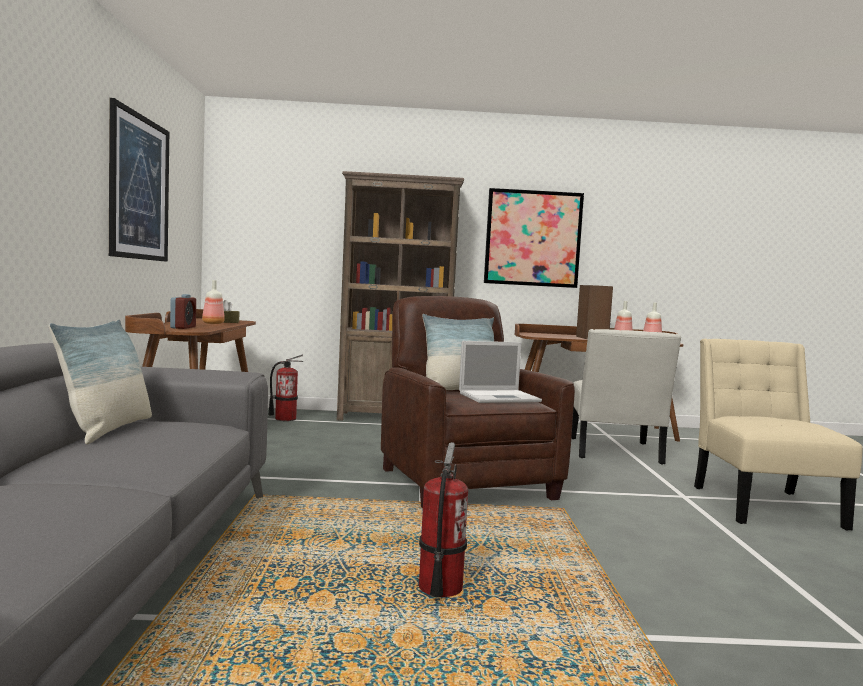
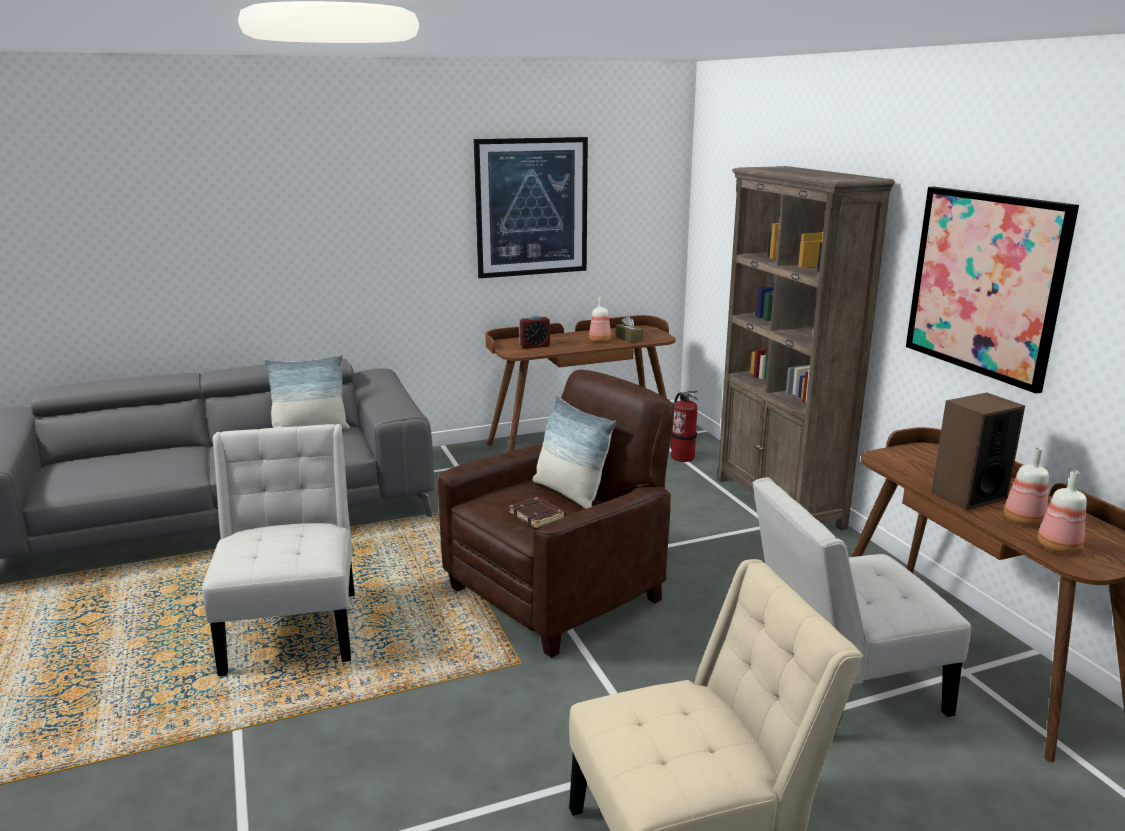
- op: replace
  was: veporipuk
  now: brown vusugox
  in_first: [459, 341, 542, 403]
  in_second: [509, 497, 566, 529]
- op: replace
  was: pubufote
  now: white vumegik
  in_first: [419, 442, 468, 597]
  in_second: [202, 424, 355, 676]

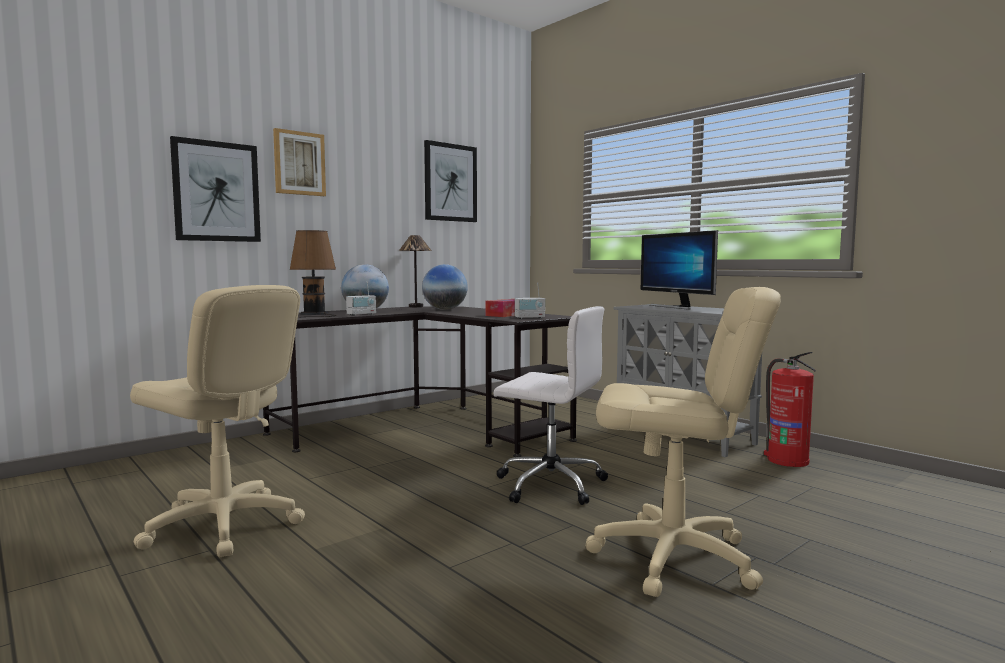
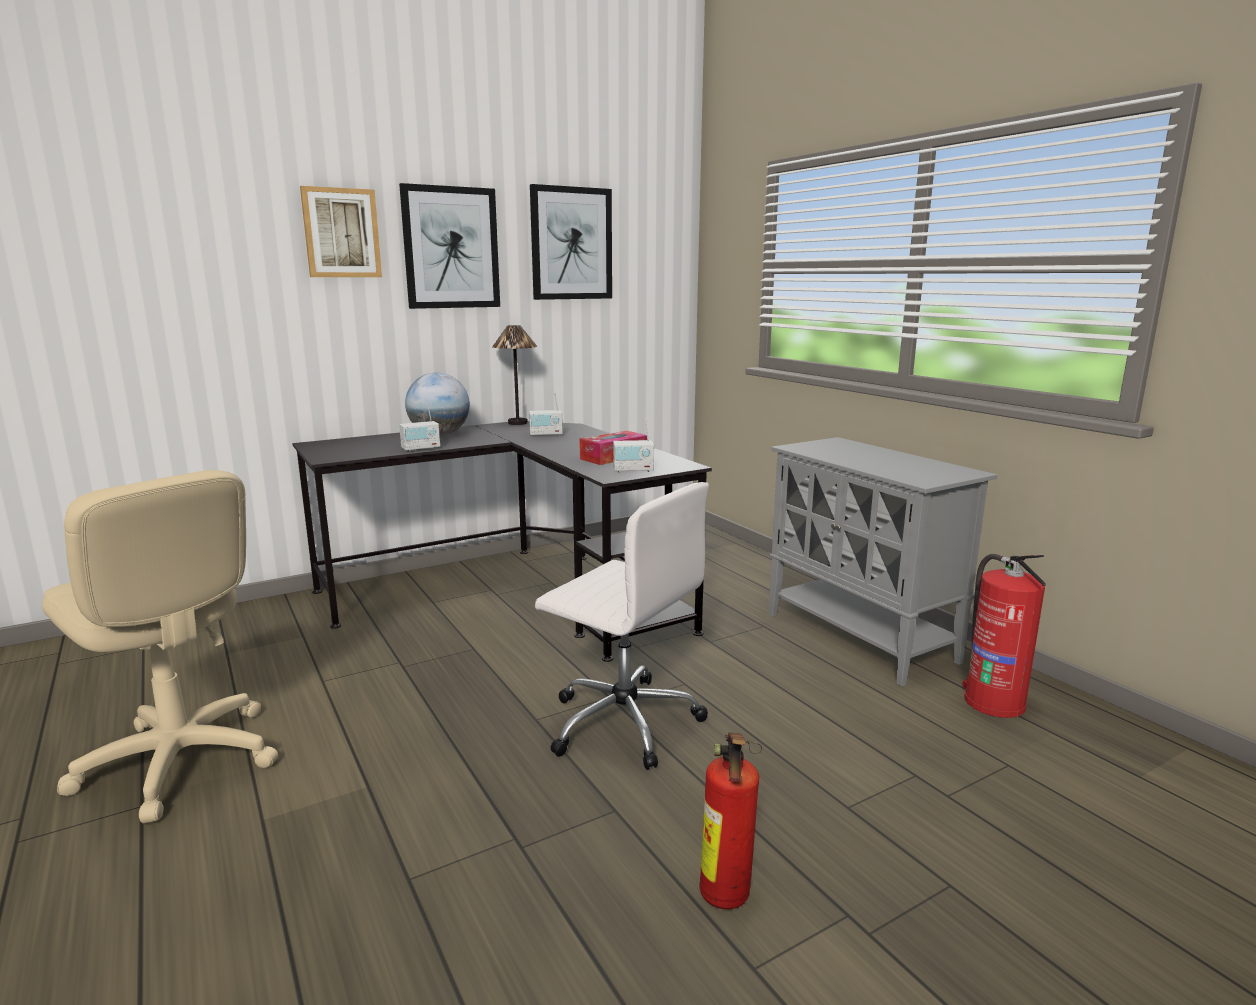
- op: move
  was: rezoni
  in_first: [170, 136, 261, 242]
  in_second: [399, 183, 500, 309]
- op: delete
  was: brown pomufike
  in_first: [289, 230, 336, 318]
- op: delete
  was: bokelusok
  in_first: [641, 230, 718, 309]
- op: replace
  was: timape
  now: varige
  in_first: [422, 264, 468, 310]
  in_second: [529, 393, 563, 436]
- op: replace
  was: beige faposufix
  now: pubufote
  in_first: [586, 287, 781, 597]
  in_second: [699, 732, 762, 910]

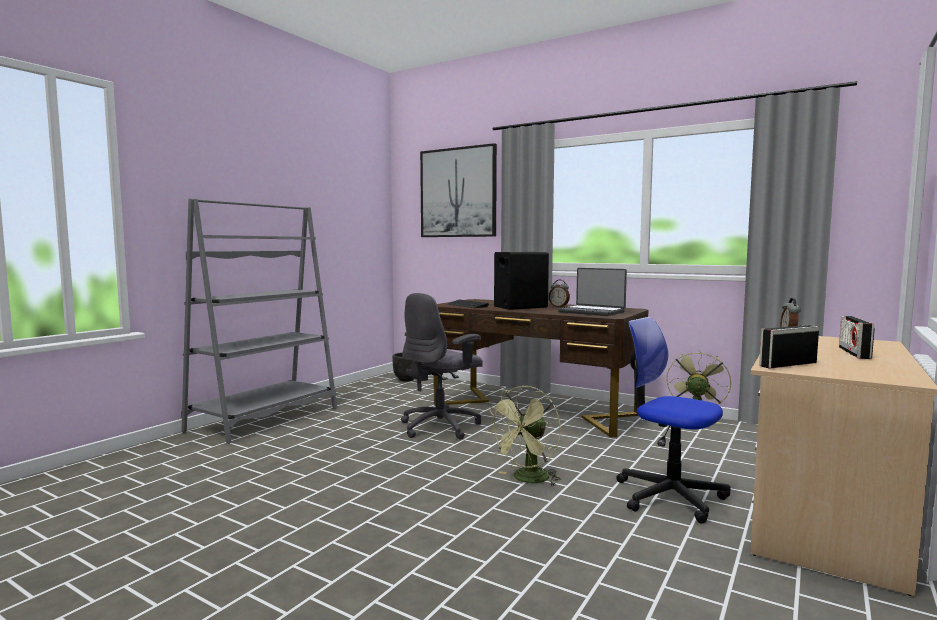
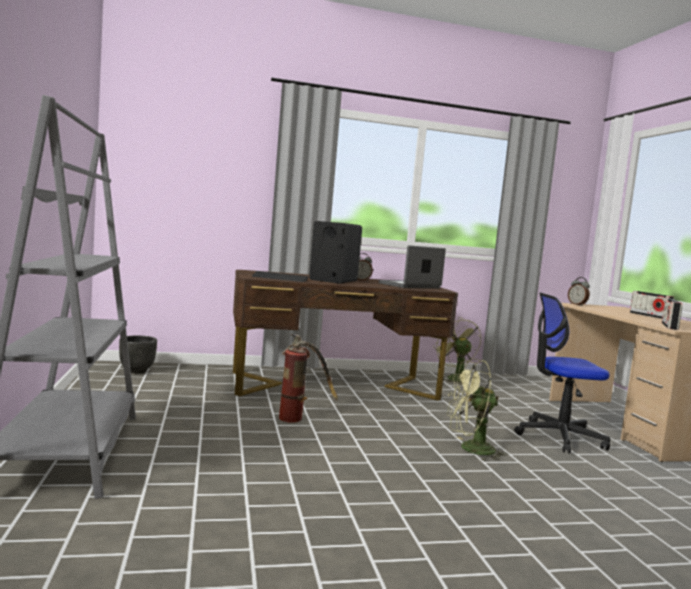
- op: delete
  was: rezoni
  in_first: [420, 143, 497, 237]
- op: rotate
  was: veporipuk
  in_first: [558, 268, 627, 316]
  in_second: [379, 245, 446, 289]
  clockwise: 150
- op: replace
  was: grey faposufix
  now: pubufote
  in_first: [401, 293, 483, 440]
  in_second: [279, 334, 338, 423]
- op: rotate
  was: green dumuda
  in_first: [486, 386, 561, 486]
  in_second: [447, 359, 508, 461]
  clockwise: 90

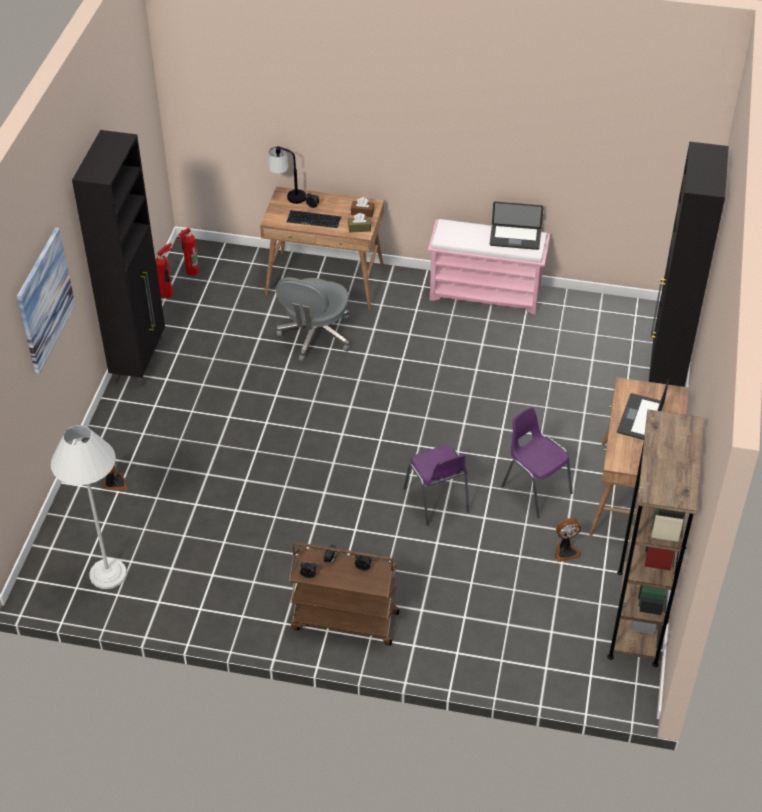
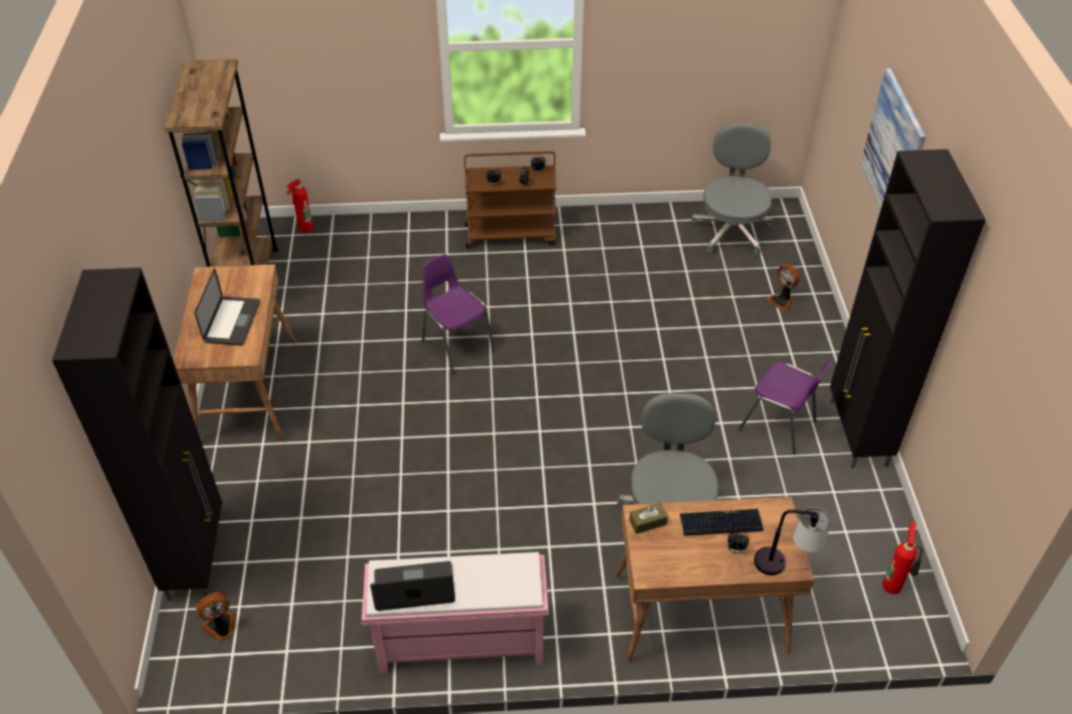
- op: delete
  was: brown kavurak
  in_first: [351, 197, 374, 217]
- op: move
  was: pubufote
  in_first: [156, 243, 173, 298]
  in_second: [286, 179, 313, 233]
- op: move
  was: purple vumegik
  in_first: [501, 407, 573, 518]
  in_second: [738, 359, 833, 455]
- op: replace
  was: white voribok
  now: grey faposufix
  in_first: [51, 425, 127, 589]
  in_second: [691, 123, 772, 257]
- op: move
  was: dumuda
  in_first: [555, 518, 581, 562]
  in_second: [196, 592, 236, 641]

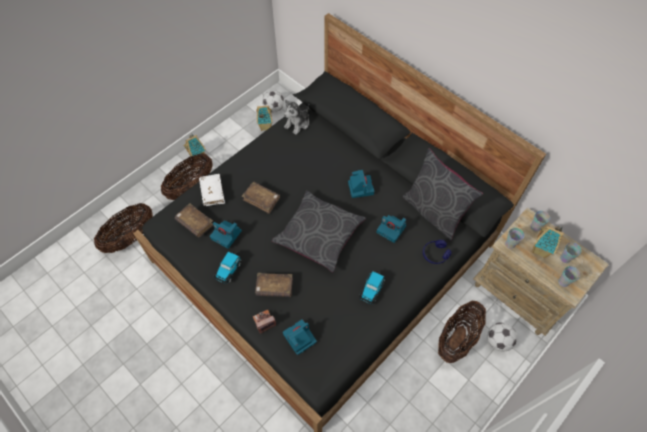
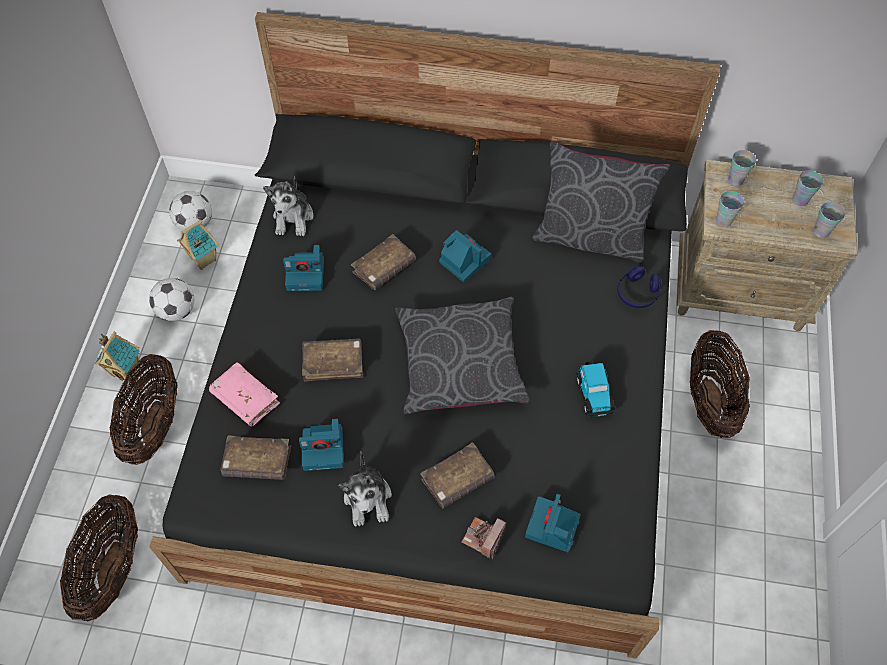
- op: recolor
  was: white vusugox
  now: pink vusugox
  in_first: [199, 174, 225, 206]
  in_second: [209, 362, 280, 426]
- op: move
  was: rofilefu
  in_first: [376, 215, 406, 243]
  in_second: [283, 245, 324, 291]
- op: delete
  was: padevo
  in_first: [532, 226, 564, 258]
- op: replace
  was: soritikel
  now: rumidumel
  in_first: [214, 251, 242, 284]
  in_second: [338, 451, 392, 527]
- op: move
  was: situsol
  in_first: [487, 322, 517, 352]
  in_second: [149, 278, 194, 321]
- op: insert
  now: brown vusugox
  in_second: [351, 234, 416, 290]

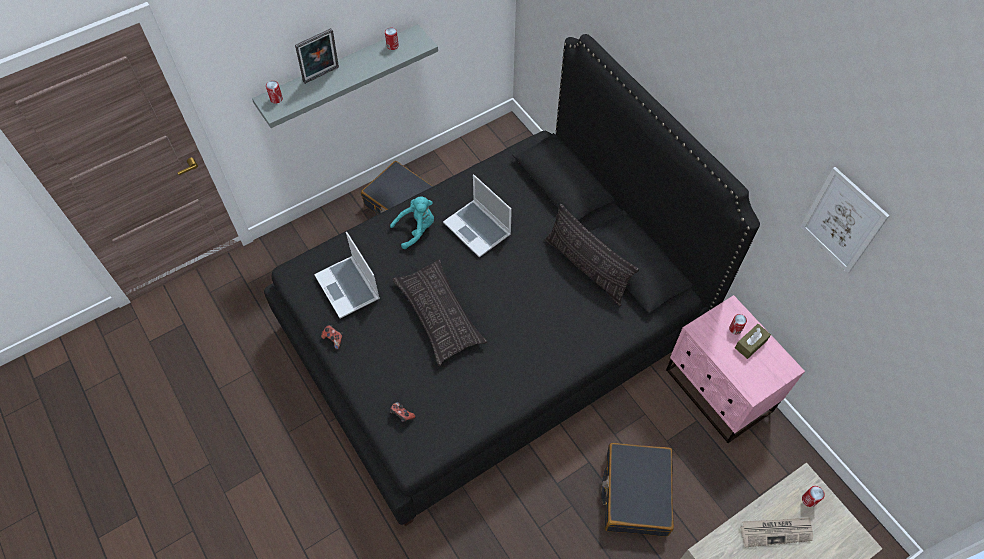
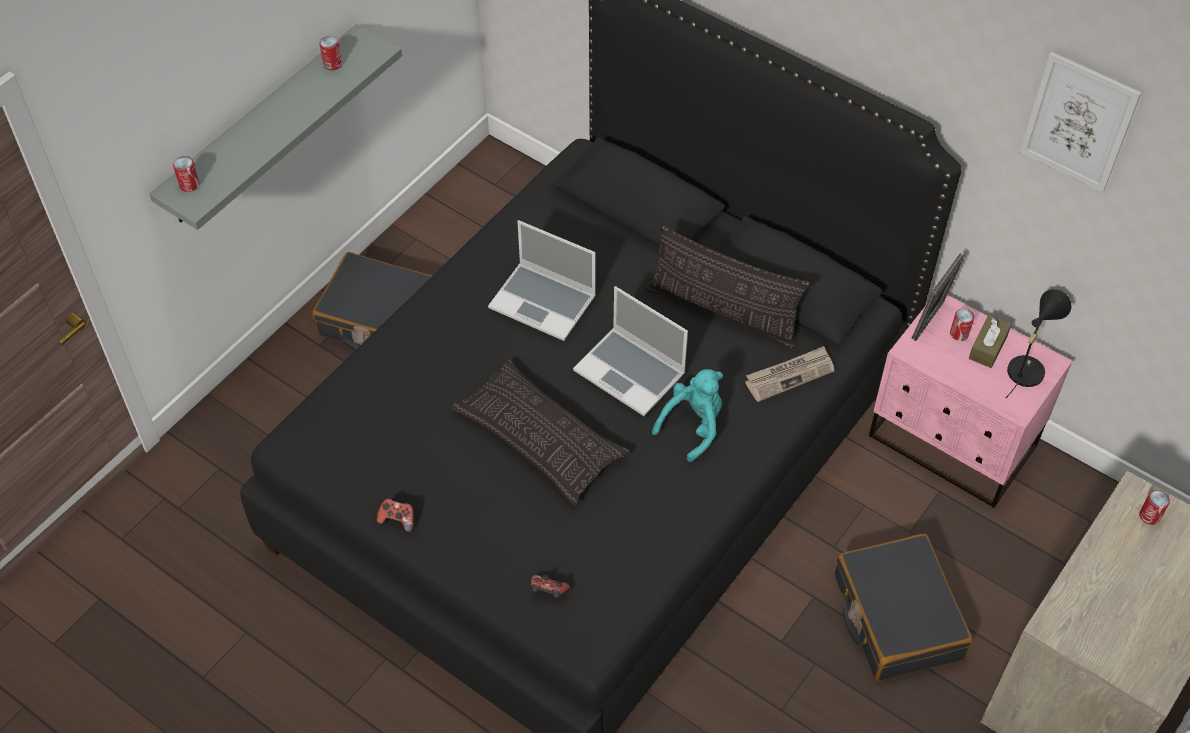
- op: move
  was: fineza
  in_first: [295, 28, 339, 84]
  in_second: [911, 253, 965, 341]
- op: move
  was: turquoise rumidumel
  in_first: [390, 196, 434, 249]
  in_second: [652, 369, 723, 462]
- op: move
  was: veporipuk
  in_first: [314, 232, 380, 319]
  in_second: [573, 286, 688, 416]
- op: move
  was: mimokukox
  in_first: [740, 518, 813, 547]
  in_second: [745, 346, 834, 402]
- op: insert
  now: black pomufike
  in_second: [1006, 289, 1071, 398]

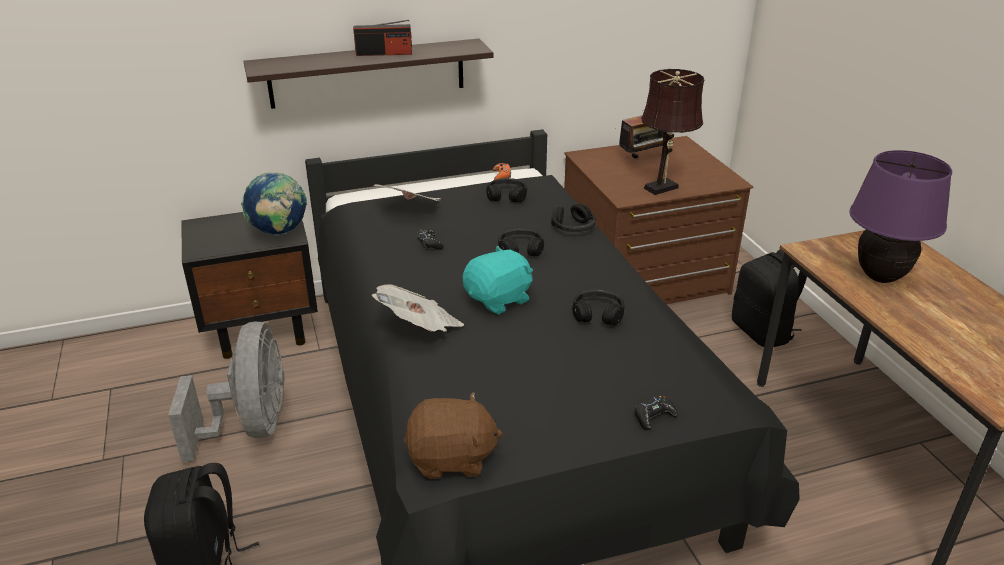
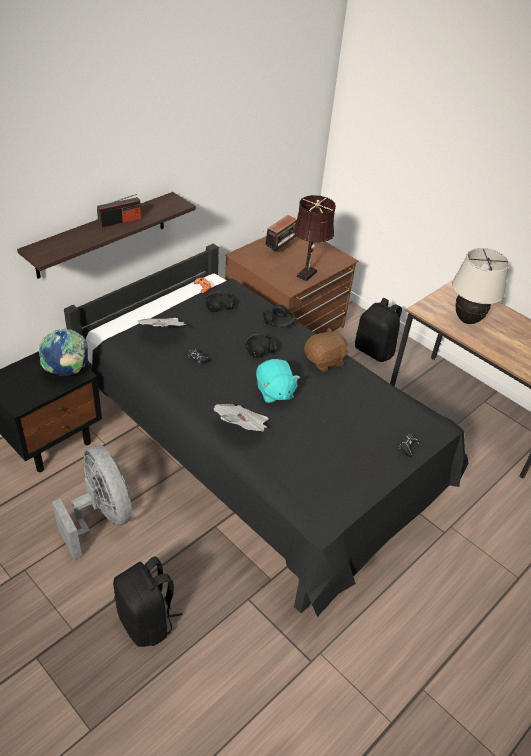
- op: recolor
  was: purple pomufike
  now: beige pomufike
  in_first: [850, 150, 952, 283]
  in_second: [452, 248, 509, 324]
- op: rotate
  was: turquoise rumidumel
  in_first: [462, 246, 533, 314]
  in_second: [256, 359, 300, 403]
  clockwise: 135
- op: delete
  was: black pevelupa
  in_first: [572, 289, 625, 325]
- op: move
  was: brown rumidumel
  in_first: [404, 392, 503, 479]
  in_second: [304, 327, 349, 372]

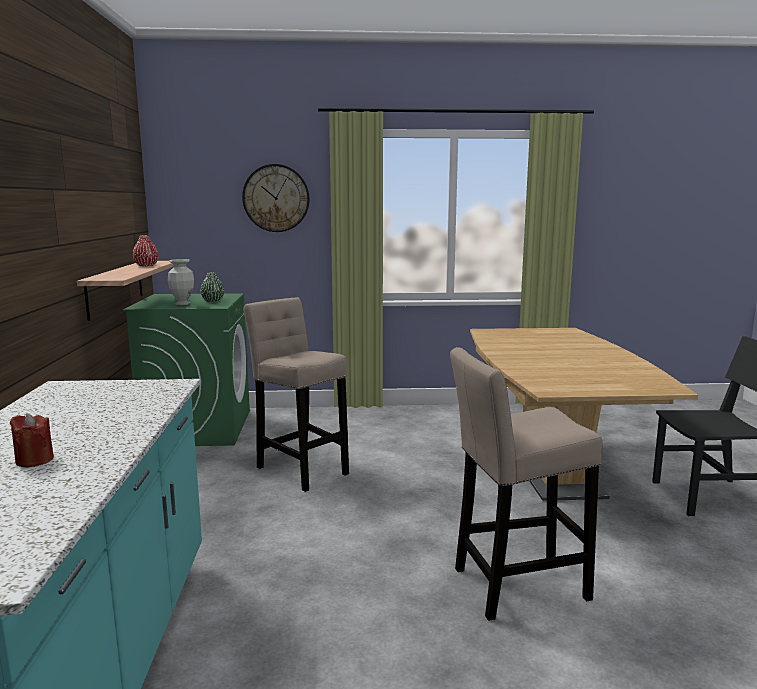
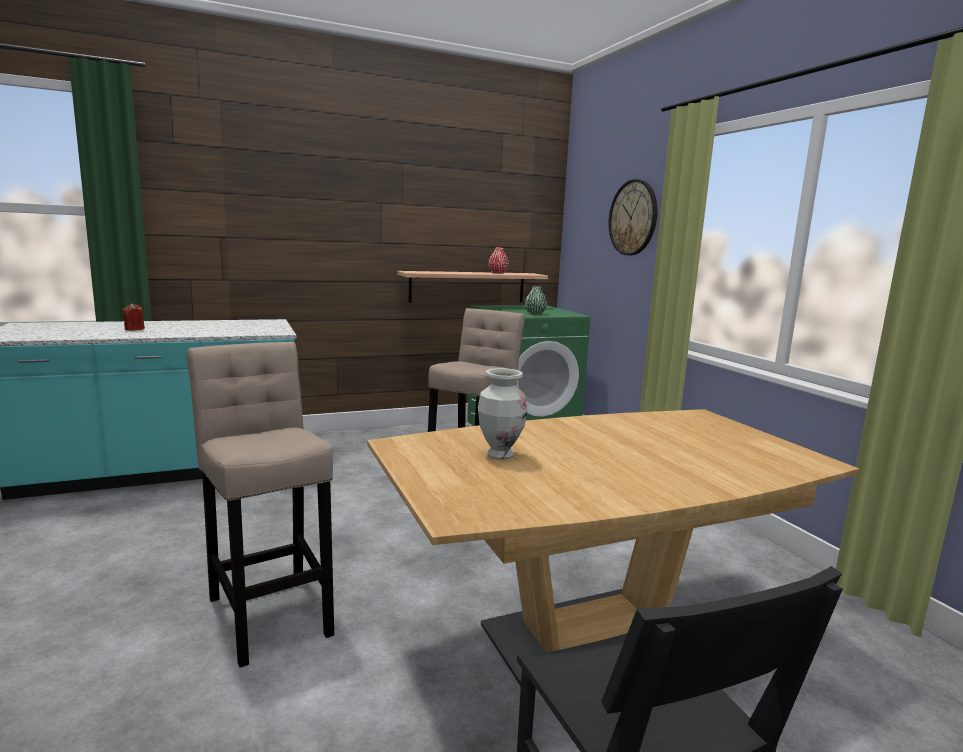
- op: move
  was: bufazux
  in_first: [168, 259, 194, 305]
  in_second: [478, 368, 527, 460]

